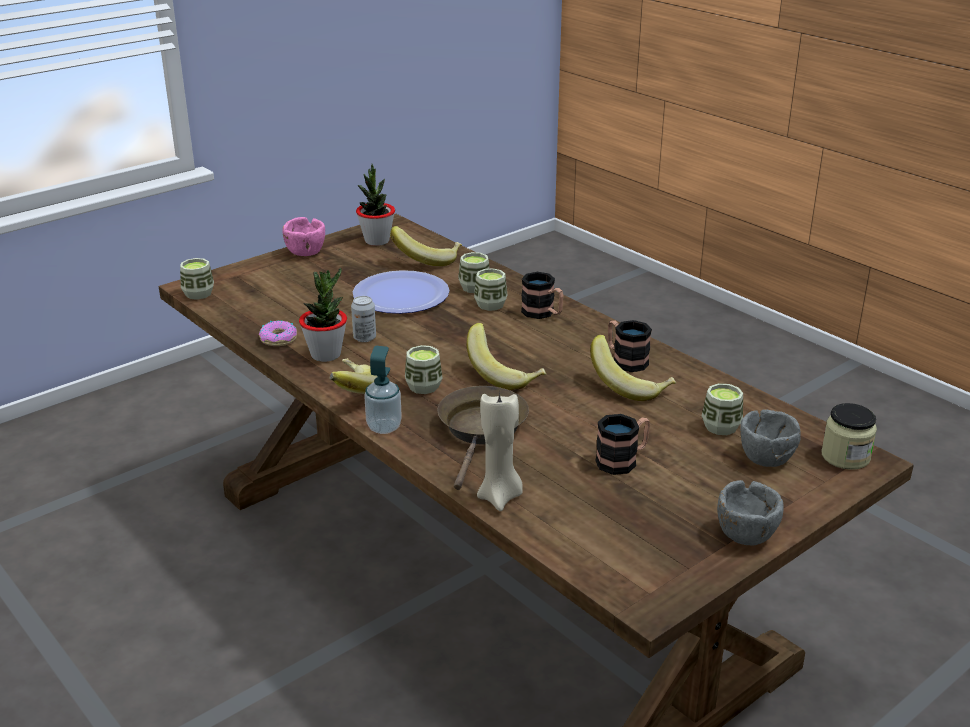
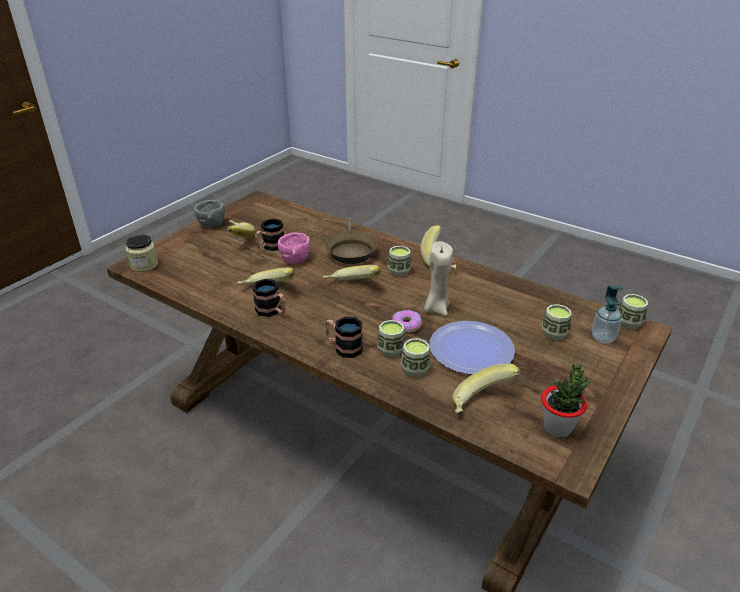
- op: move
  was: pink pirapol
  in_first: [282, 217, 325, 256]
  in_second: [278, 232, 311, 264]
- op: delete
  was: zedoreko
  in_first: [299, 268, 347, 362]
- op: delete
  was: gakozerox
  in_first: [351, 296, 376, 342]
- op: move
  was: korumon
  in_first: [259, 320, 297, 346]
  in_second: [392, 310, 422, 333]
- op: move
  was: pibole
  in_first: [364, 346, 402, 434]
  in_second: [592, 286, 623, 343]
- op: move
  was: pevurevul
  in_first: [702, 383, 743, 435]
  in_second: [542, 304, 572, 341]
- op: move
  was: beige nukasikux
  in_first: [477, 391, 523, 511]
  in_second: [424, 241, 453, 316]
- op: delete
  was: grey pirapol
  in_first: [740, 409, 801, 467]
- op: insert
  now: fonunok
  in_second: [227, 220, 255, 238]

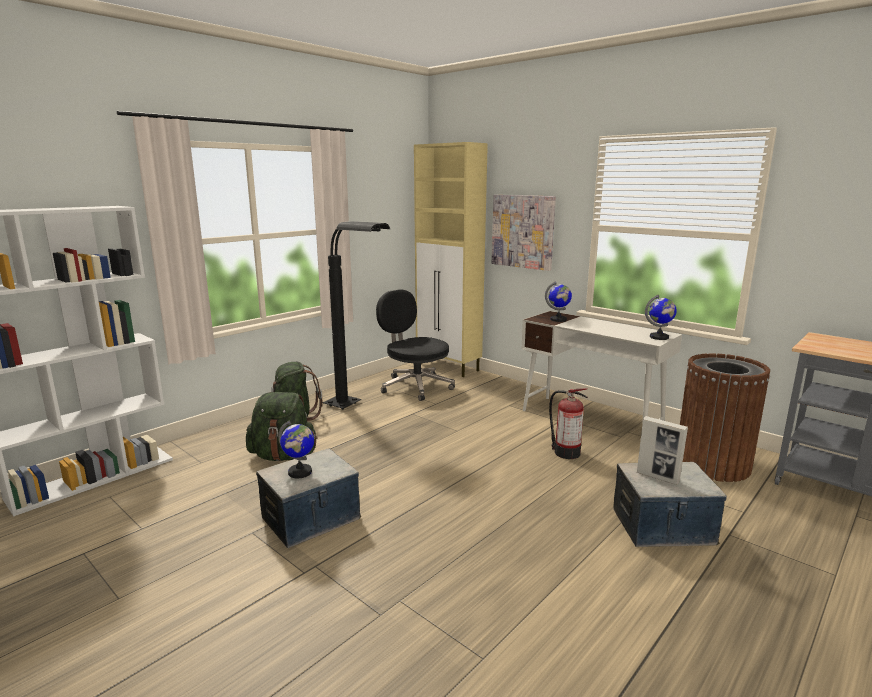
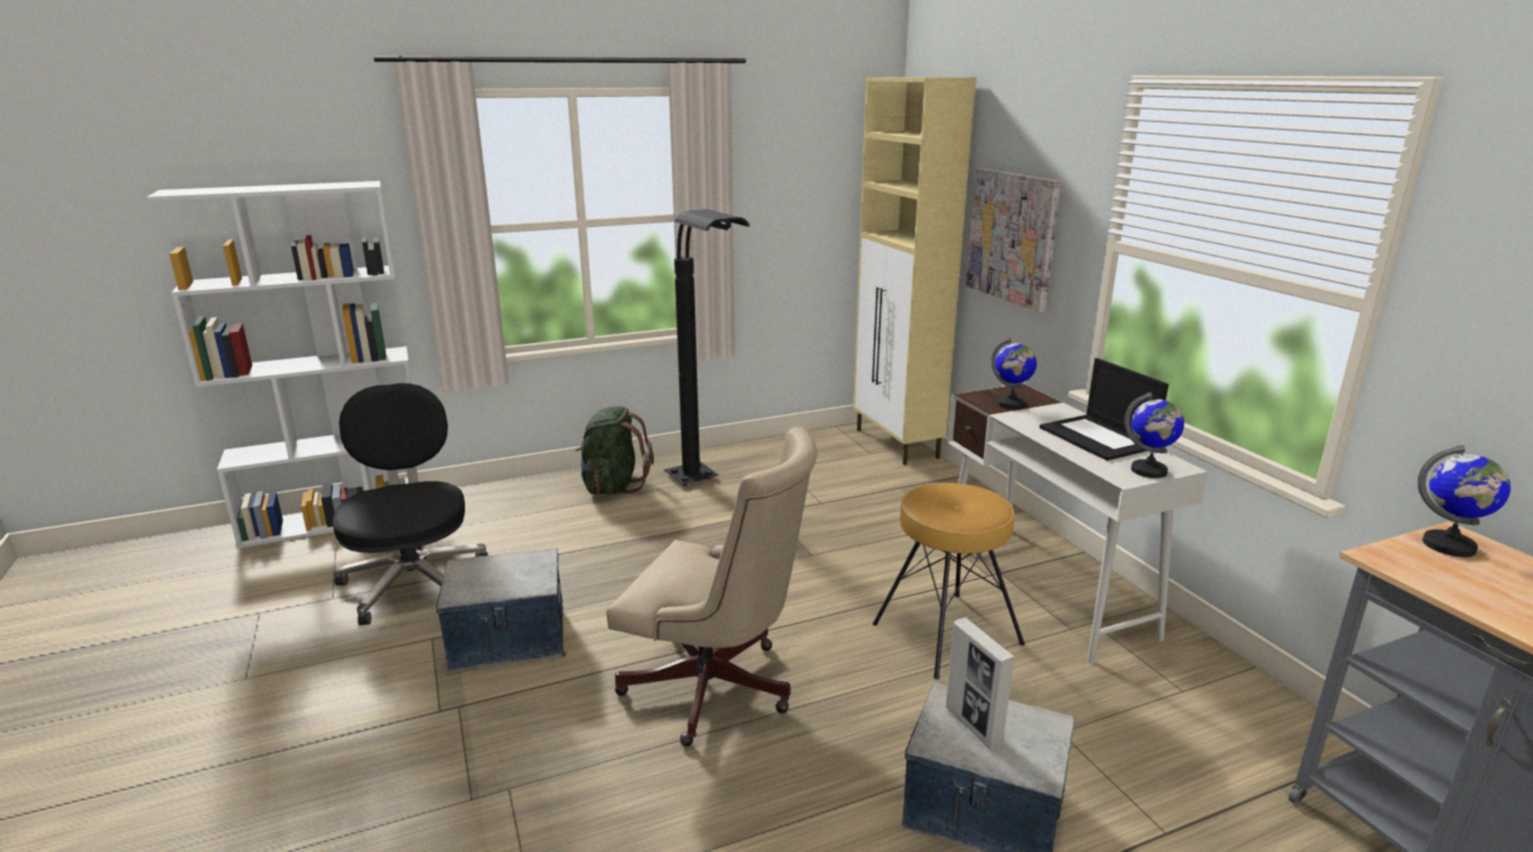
- op: move
  was: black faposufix
  in_first: [376, 290, 455, 401]
  in_second: [332, 383, 488, 625]
- op: delete
  was: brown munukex
  in_first: [680, 353, 770, 482]
- op: replace
  was: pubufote
  now: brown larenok
  in_first: [549, 388, 588, 459]
  in_second: [873, 483, 1025, 679]
- op: delete
  was: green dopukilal
  in_first: [246, 392, 317, 461]
- op: move
  was: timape
  in_first: [278, 420, 314, 478]
  in_second: [1418, 445, 1511, 557]
- op: insert
  now: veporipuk
  in_second: [1039, 358, 1169, 461]
- op: insert
  now: beige faposufix
  in_second: [606, 427, 817, 746]

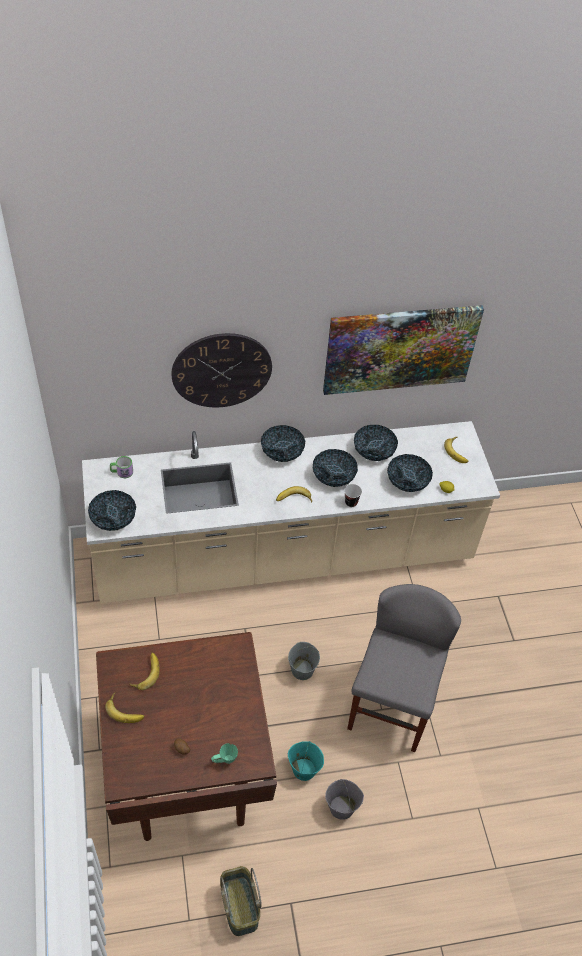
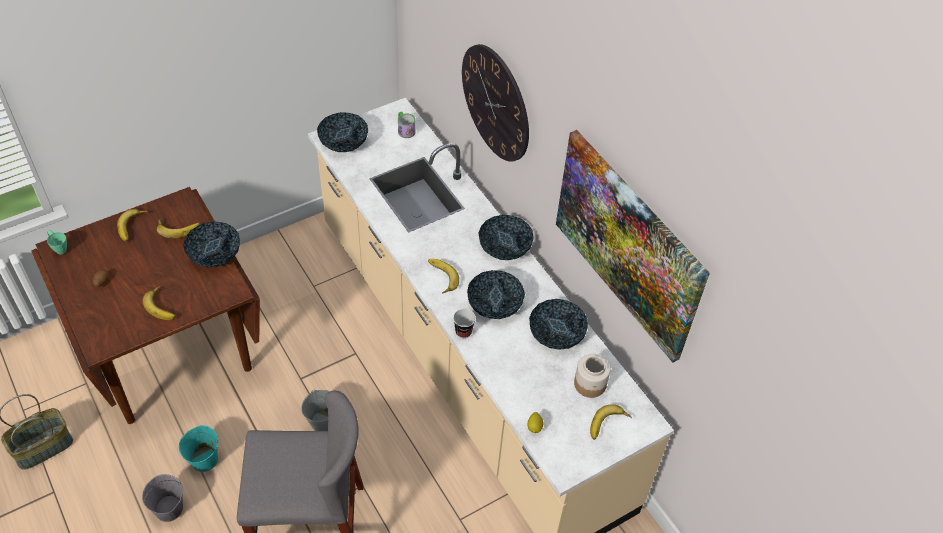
- op: move
  was: pirapol
  in_first: [387, 454, 433, 492]
  in_second: [183, 222, 240, 268]
- op: move
  was: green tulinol
  in_first: [211, 743, 238, 764]
  in_second: [47, 230, 67, 255]
- op: insert
  now: fonunok
  in_second: [143, 286, 176, 320]
- op: insert
  now: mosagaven
  in_second: [574, 354, 611, 398]

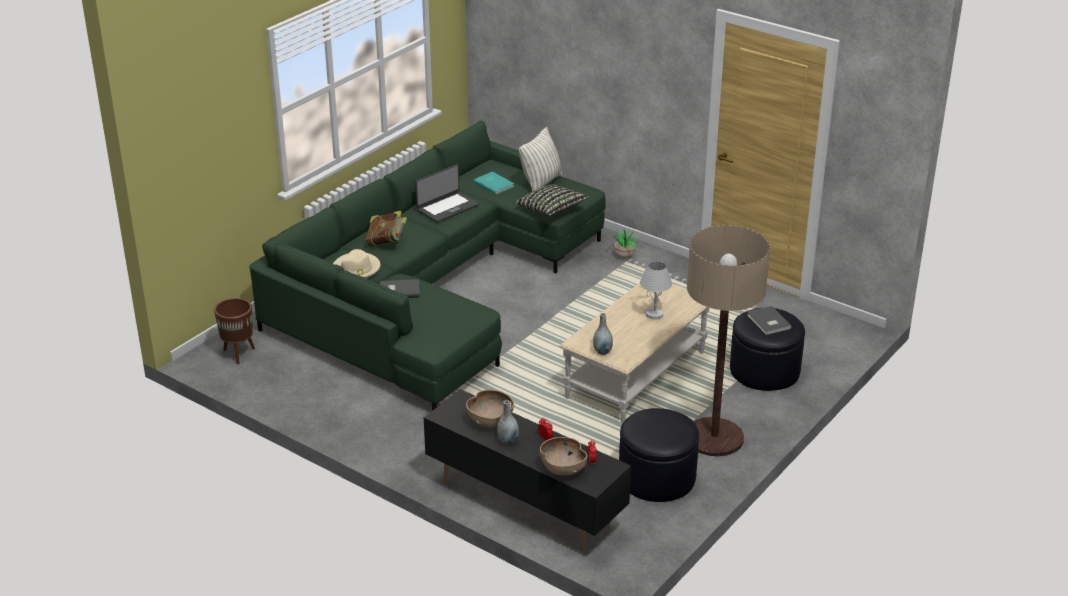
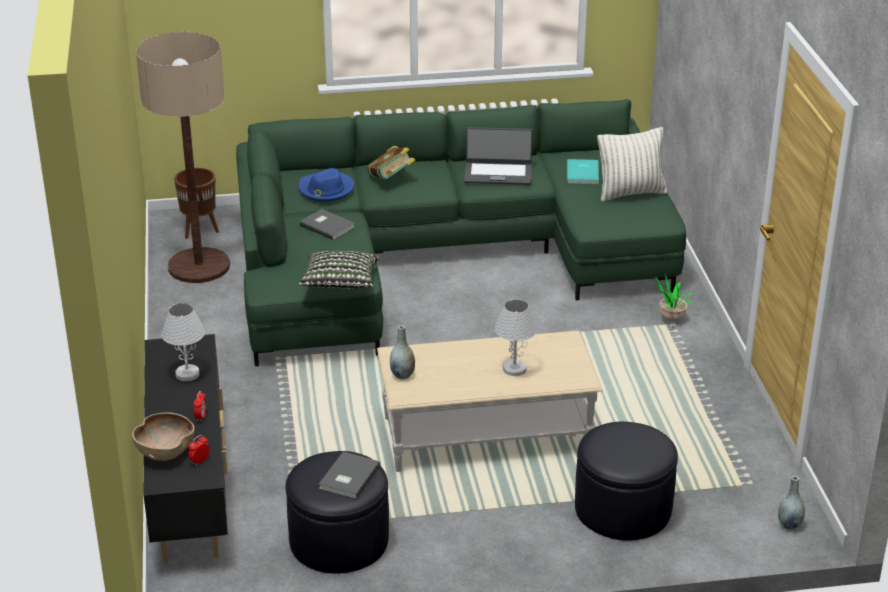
- op: move
  was: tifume
  in_first: [516, 184, 589, 216]
  in_second: [299, 251, 379, 289]
- op: move
  was: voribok
  in_first: [687, 225, 770, 456]
  in_second: [136, 32, 230, 283]
- op: recolor
  was: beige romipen
  now: blue romipen
  in_first: [333, 249, 380, 278]
  in_second: [298, 168, 354, 202]
- op: move
  was: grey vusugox
  in_first: [747, 306, 792, 335]
  in_second: [319, 452, 380, 499]
- op: replace
  was: brown pirapol
  now: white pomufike
  in_first: [466, 390, 514, 427]
  in_second: [161, 303, 205, 381]
- op: move
  was: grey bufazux
  in_first: [497, 400, 519, 445]
  in_second: [778, 476, 805, 530]

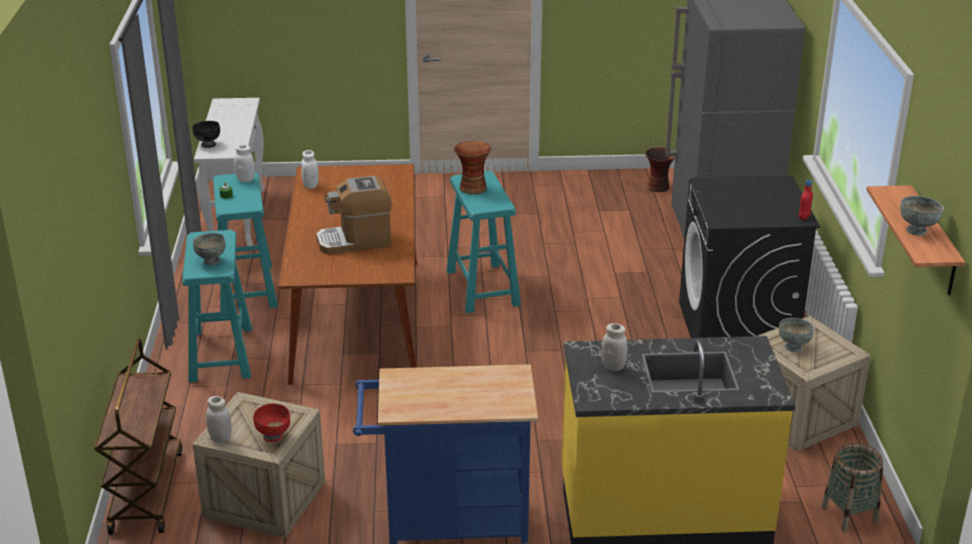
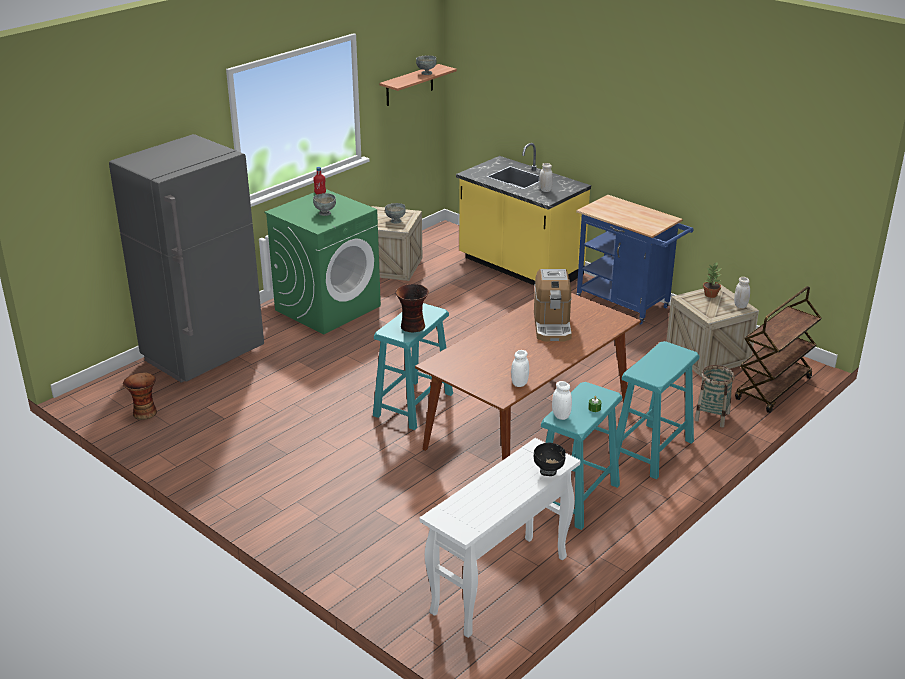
- op: rotate
  was: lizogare
  in_first: [316, 176, 392, 255]
  in_second: [534, 269, 572, 342]
  clockwise: 60
- op: recolor
  was: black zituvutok
  now: green zituvutok
  in_first: [679, 176, 820, 338]
  in_second: [265, 189, 381, 335]
- op: move
  was: grey pirapol
  in_first: [193, 233, 226, 265]
  in_second: [313, 193, 336, 216]
- op: replace
  was: red pirapol
  now: zedoreko
  in_first: [253, 403, 290, 442]
  in_second: [703, 262, 722, 298]
- op: move
  was: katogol
  in_first: [821, 443, 883, 532]
  in_second: [694, 365, 735, 428]

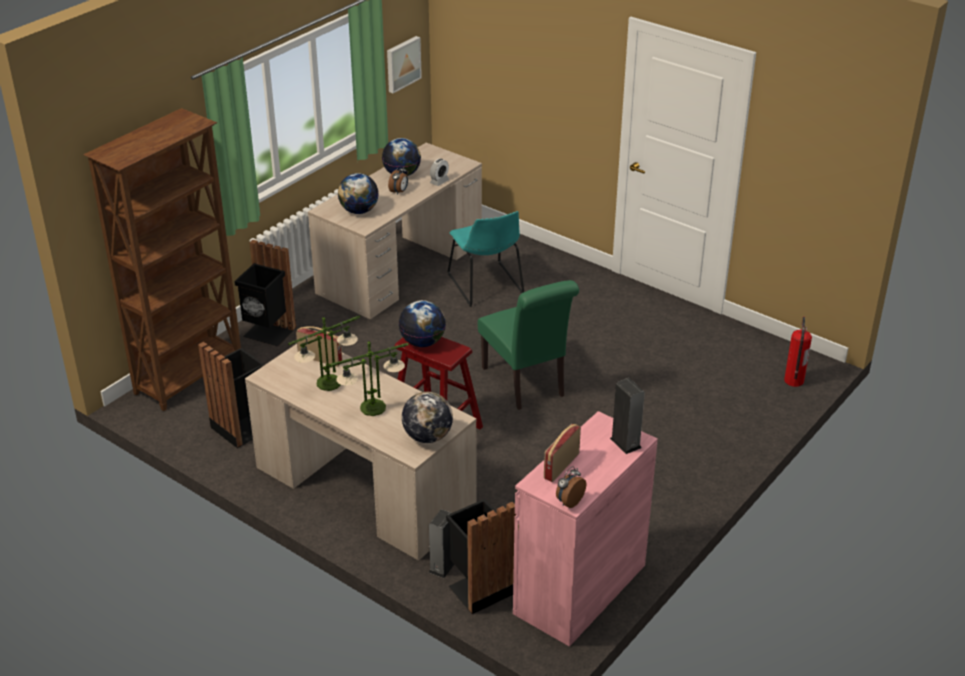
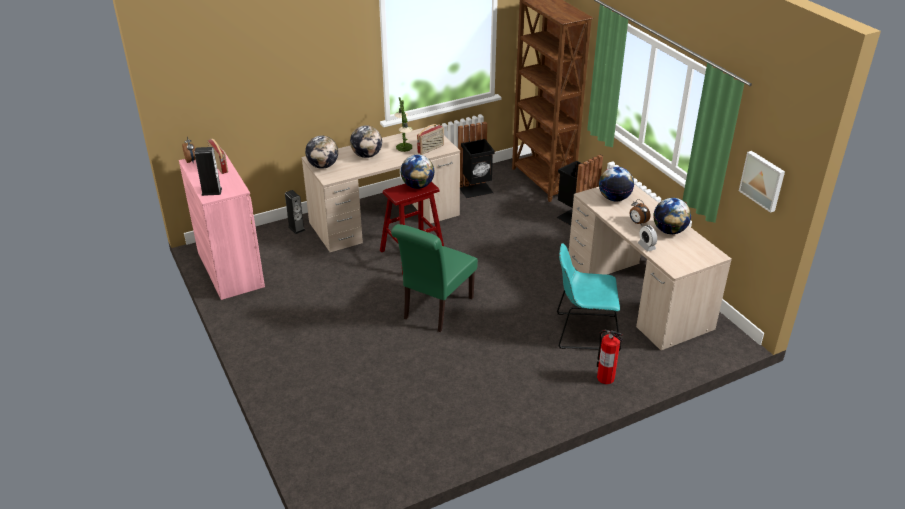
- op: rotate
  was: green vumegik
  in_first: [478, 280, 579, 410]
  in_second: [391, 224, 478, 332]
  clockwise: -60
- op: move
  was: pubufote
  in_first: [784, 317, 812, 387]
  in_second: [597, 330, 623, 384]
- op: replace
  was: pomufike
  now: timape
  in_first: [330, 341, 409, 416]
  in_second: [350, 125, 382, 158]
- op: delete
  was: black munukex
  in_first: [446, 499, 516, 614]

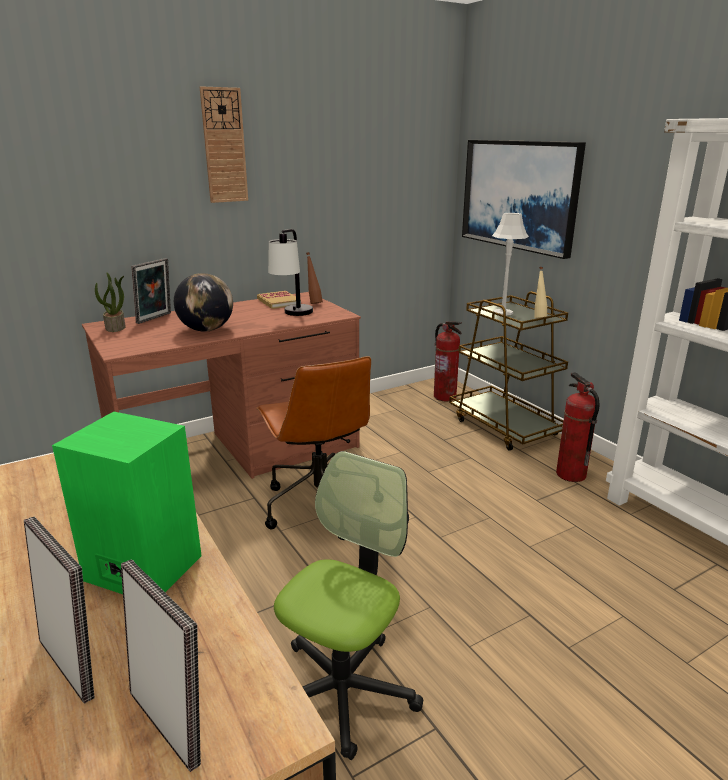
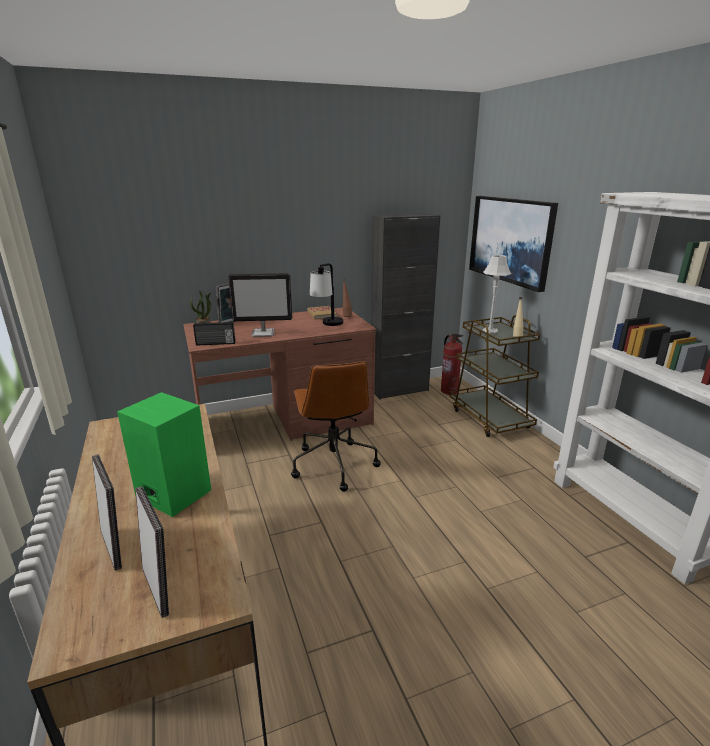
- op: delete
  was: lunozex
  in_first: [200, 86, 248, 203]
- op: replace
  was: timape
  now: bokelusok
  in_first: [174, 273, 233, 332]
  in_second: [228, 273, 292, 337]
- op: delete
  was: pubufote
  in_first: [556, 372, 600, 482]
- op: delete
  was: faposufix
  in_first: [274, 451, 423, 760]
- op: insert
  now: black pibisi
  in_second: [371, 213, 440, 400]
- op: insert
  now: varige
  in_second: [193, 322, 235, 346]

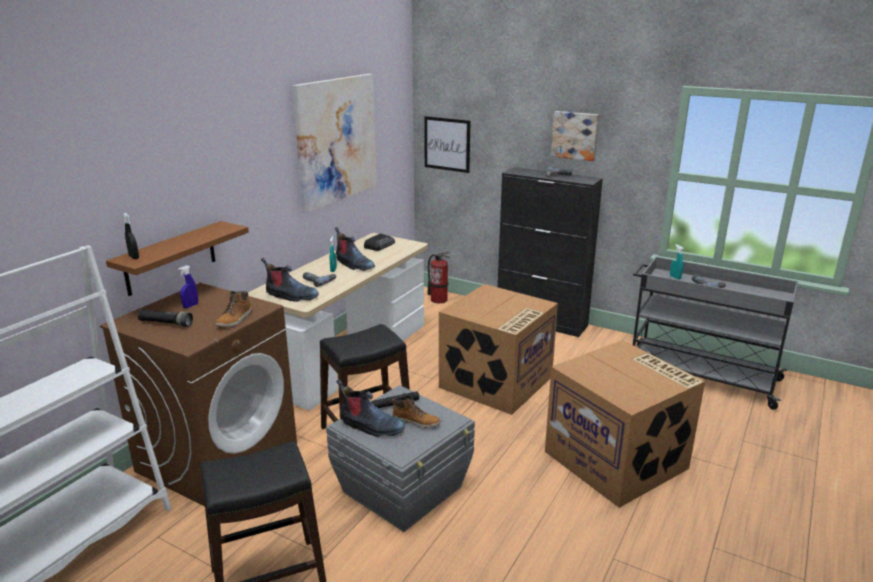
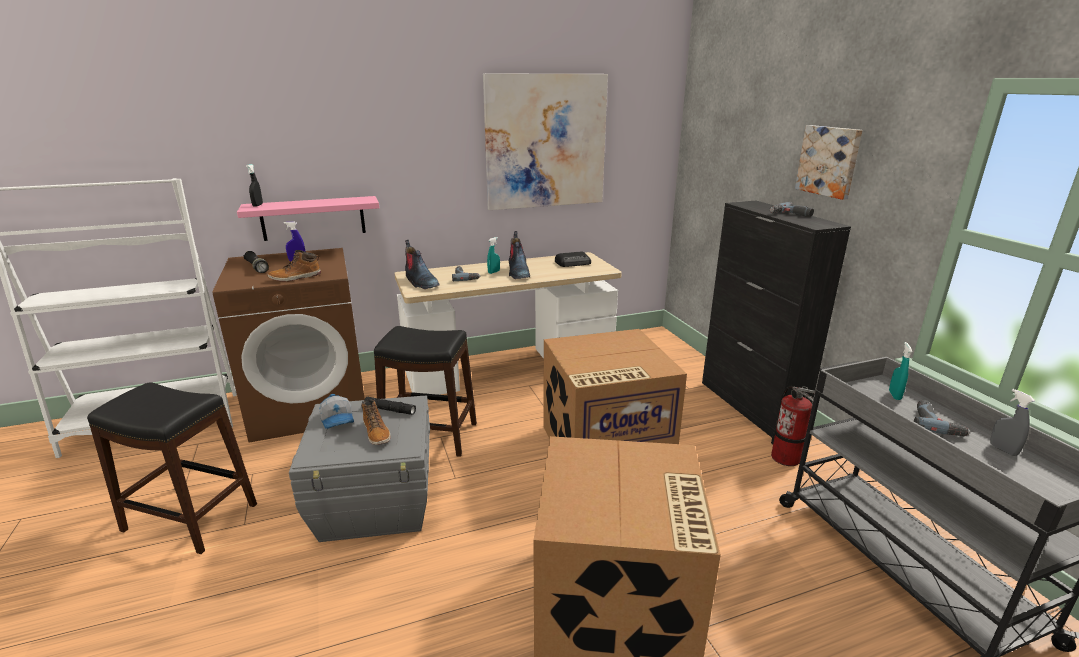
- op: delete
  was: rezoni
  in_first: [424, 116, 471, 173]
- op: recolor
  was: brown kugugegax
  now: pink kugugegax
  in_first: [106, 221, 249, 296]
  in_second: [237, 196, 379, 241]
- op: move
  was: pubufote
  in_first: [427, 252, 450, 303]
  in_second: [771, 386, 815, 466]
- op: replace
  was: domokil
  now: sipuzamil
  in_first: [336, 379, 405, 437]
  in_second: [320, 394, 354, 429]
- op: insert
  now: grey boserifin
  in_second: [990, 389, 1035, 456]

